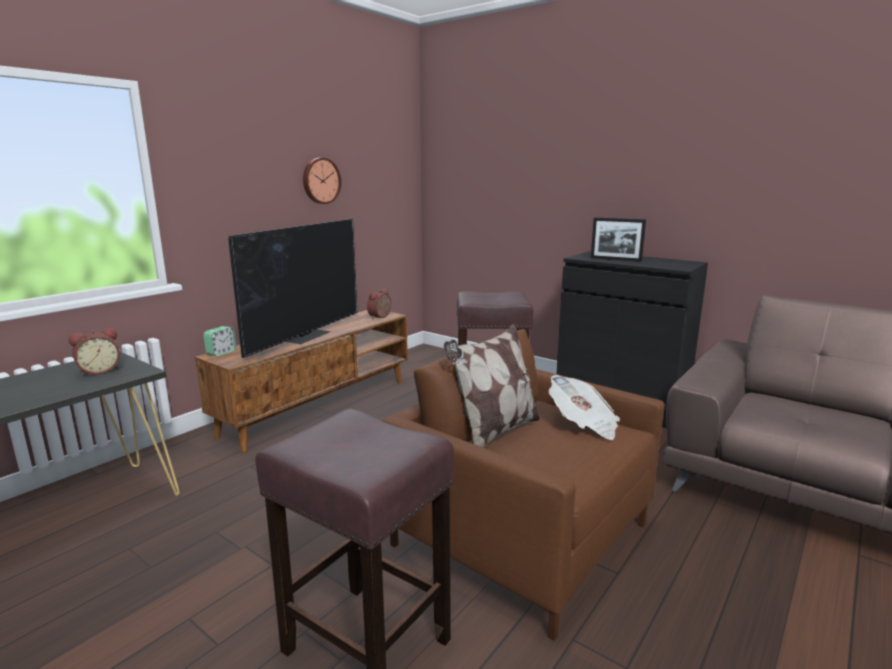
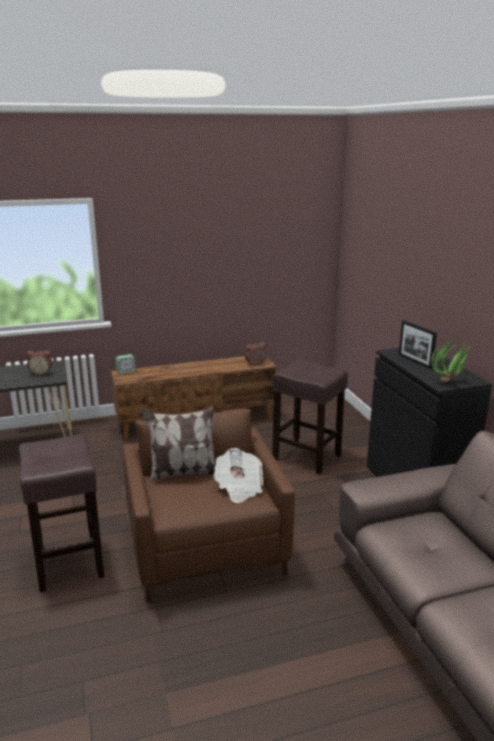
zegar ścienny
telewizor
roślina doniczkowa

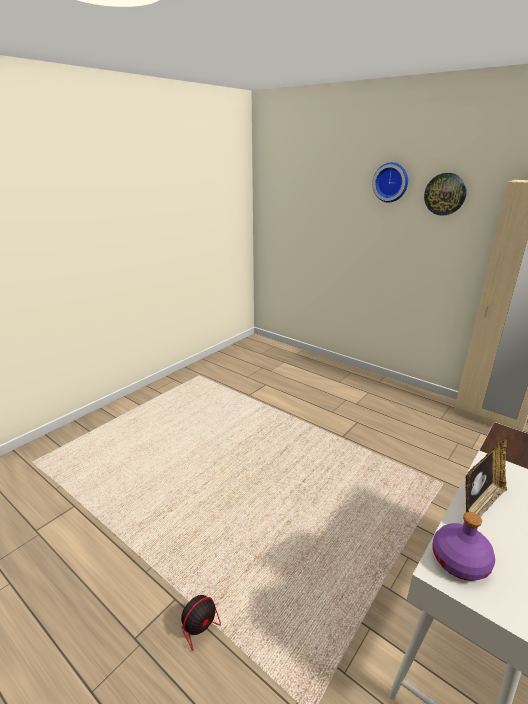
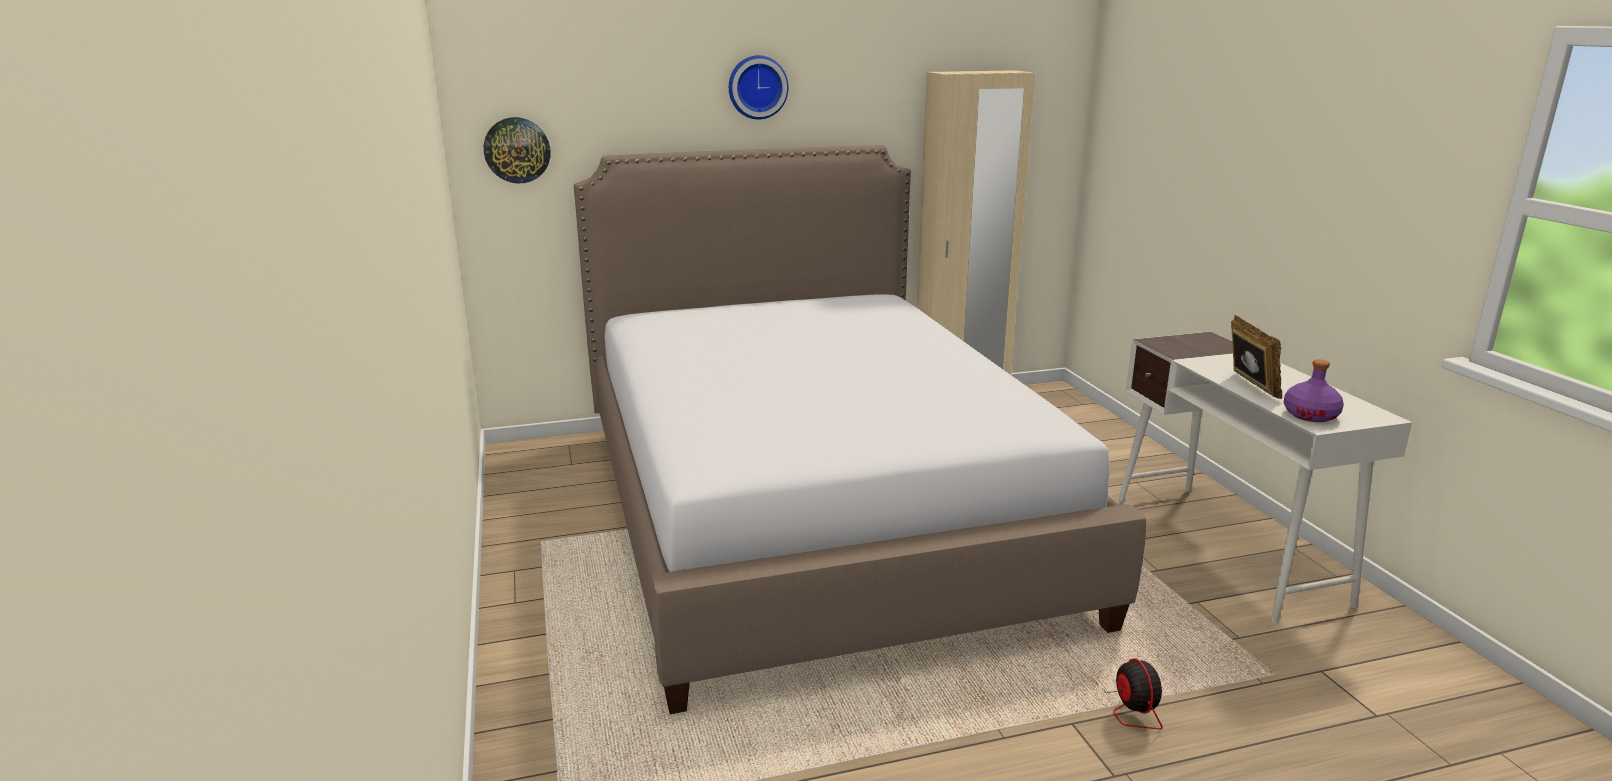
zegar ścienny (no. 1 from left)
łóżko

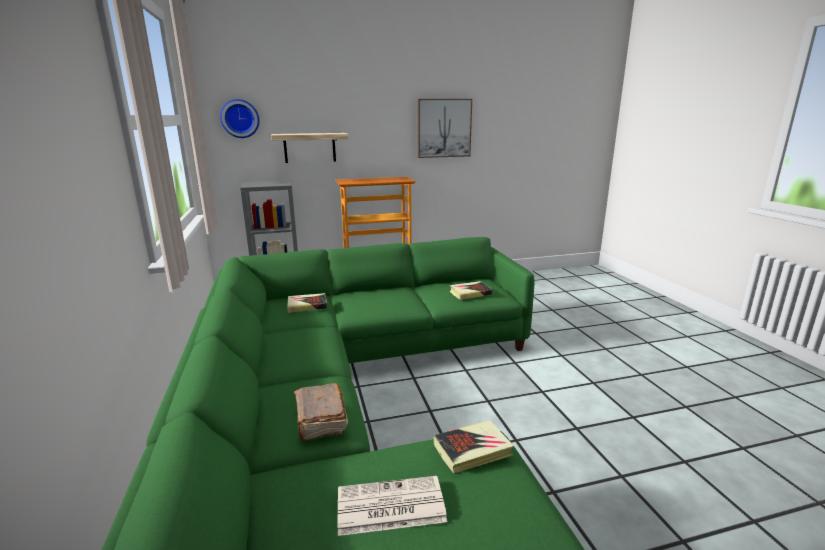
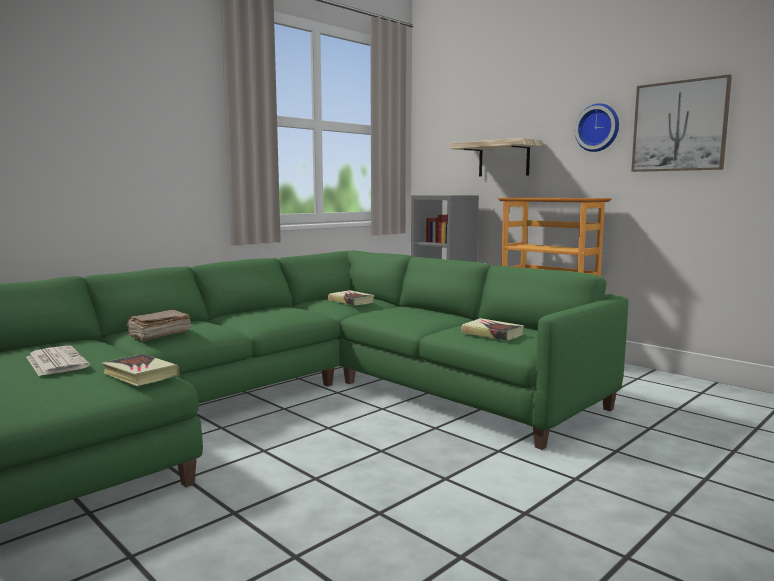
zegar ścienny

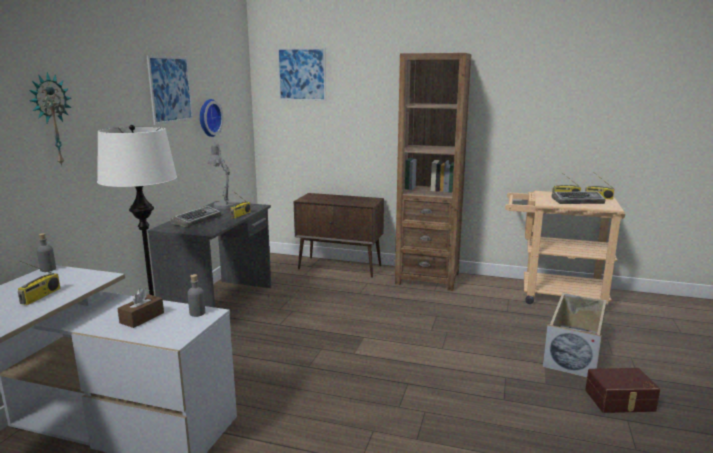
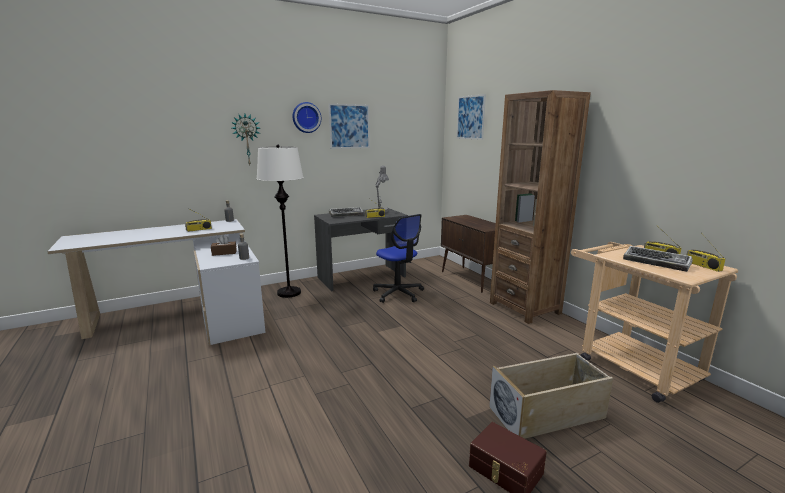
zegar ścienny (no. 2 from left)
krzesło biurowe

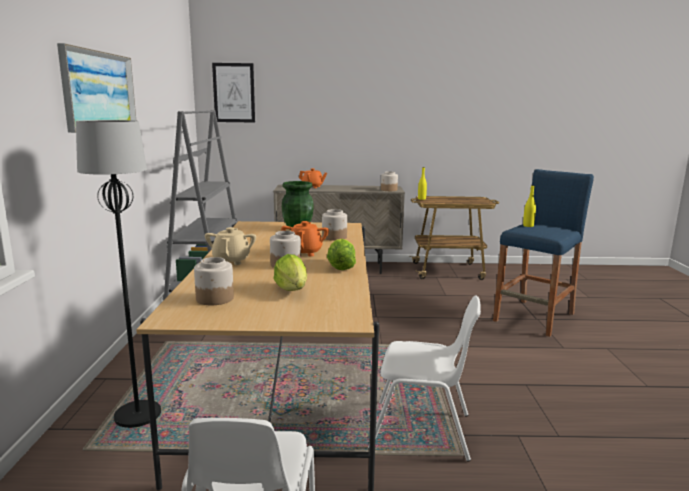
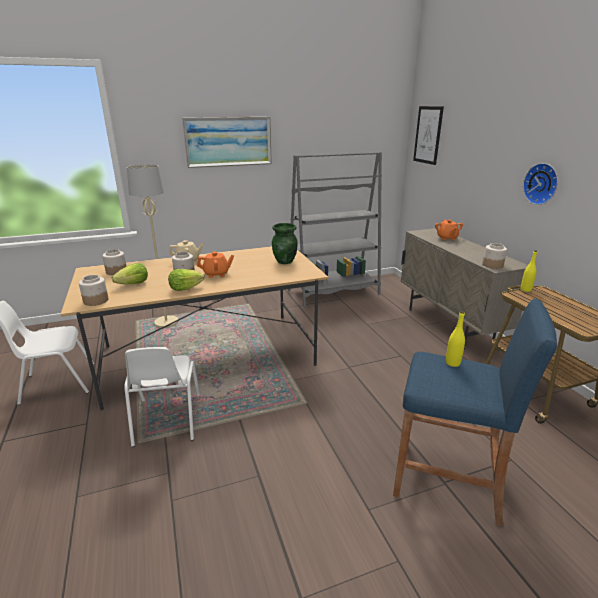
lampa stojąca [beżowy]
słoik (no. 1 from left)
zegar ścienny

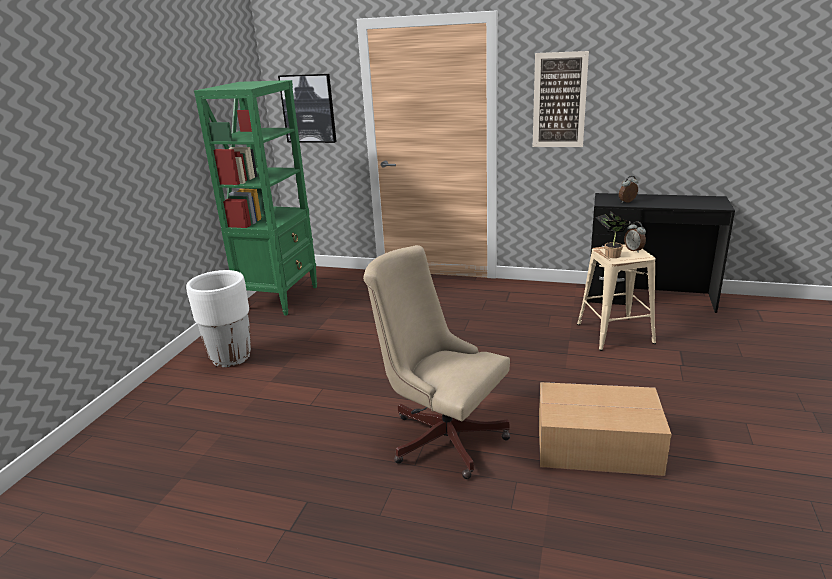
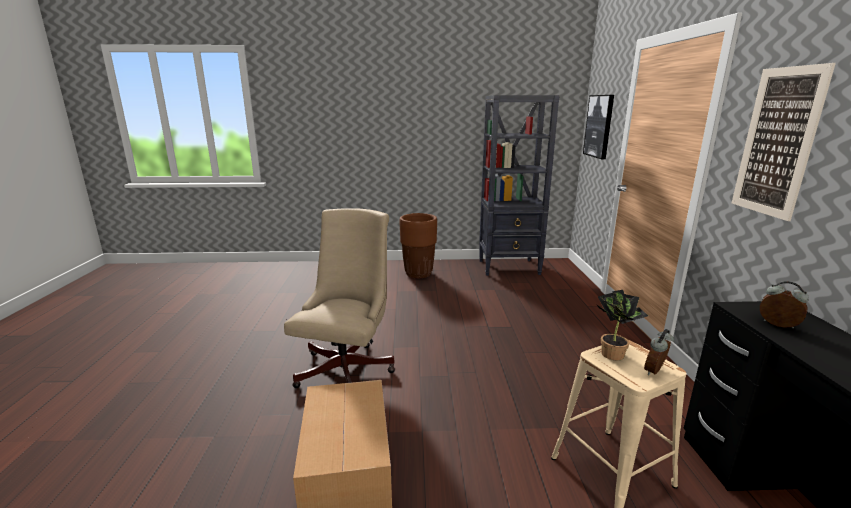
regał [czarny]
donica [brązowy]

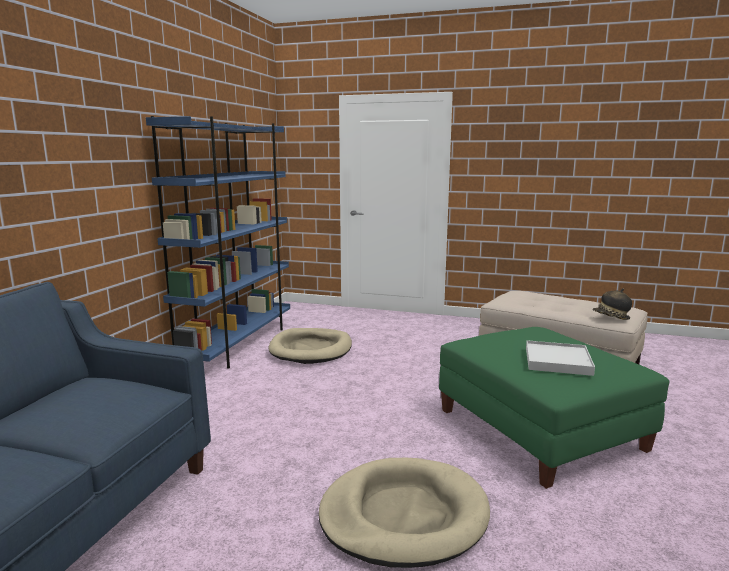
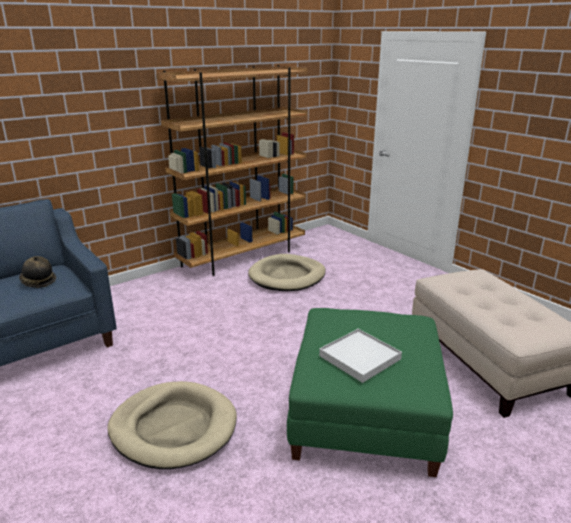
regał [brązowy]
kapelusz

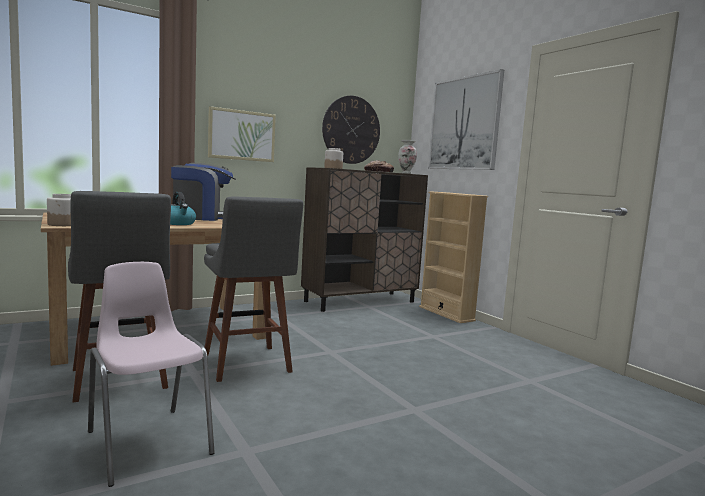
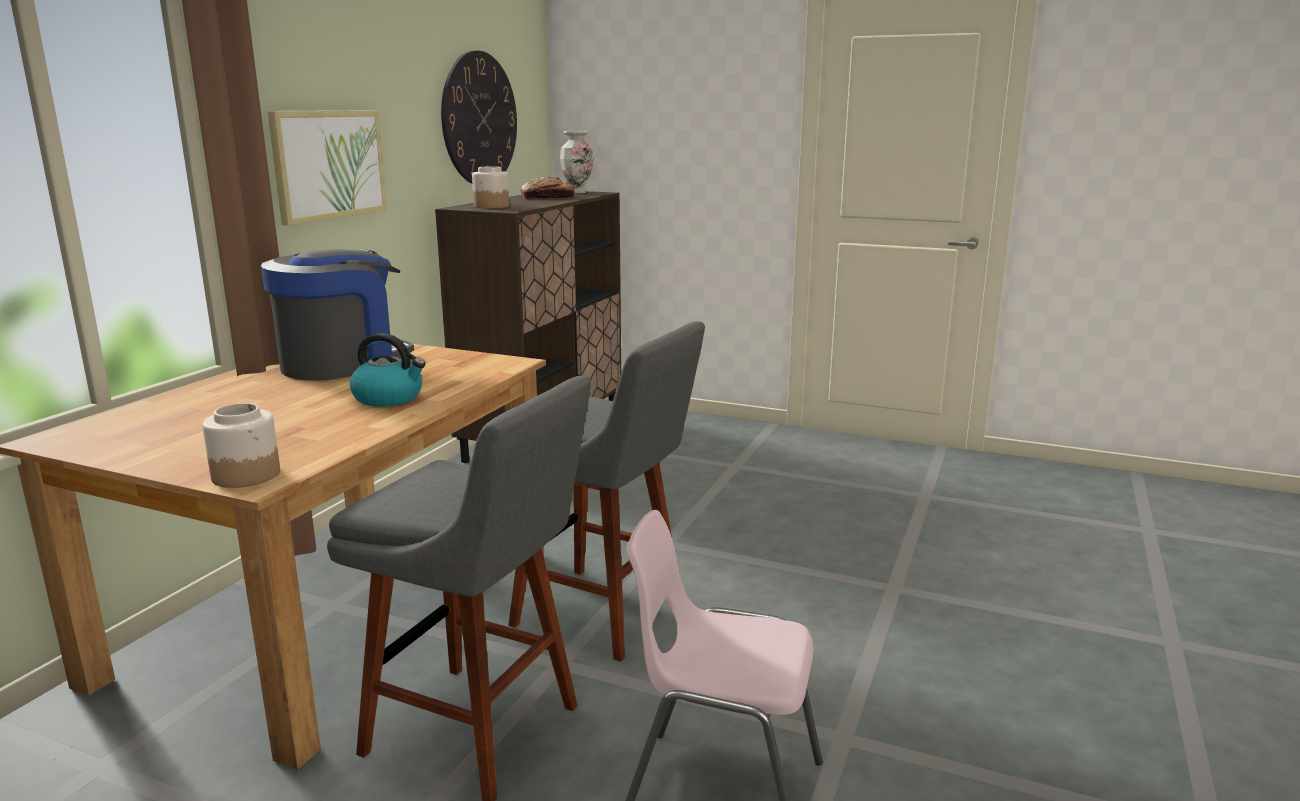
obraz (no. 2 from left in the first image)
regał [beżowy]

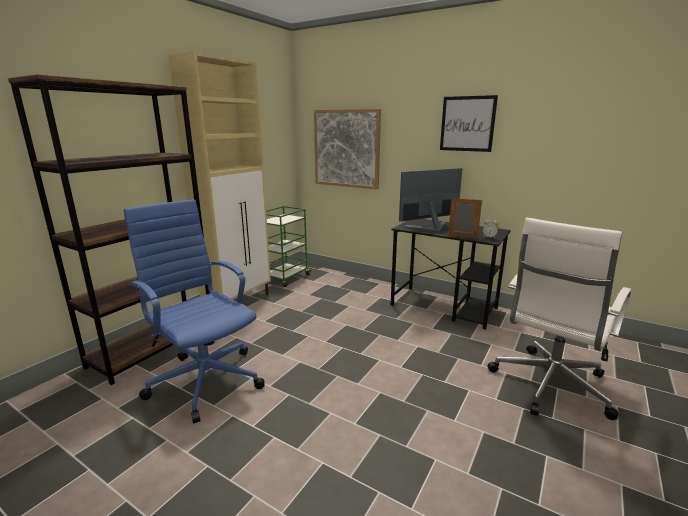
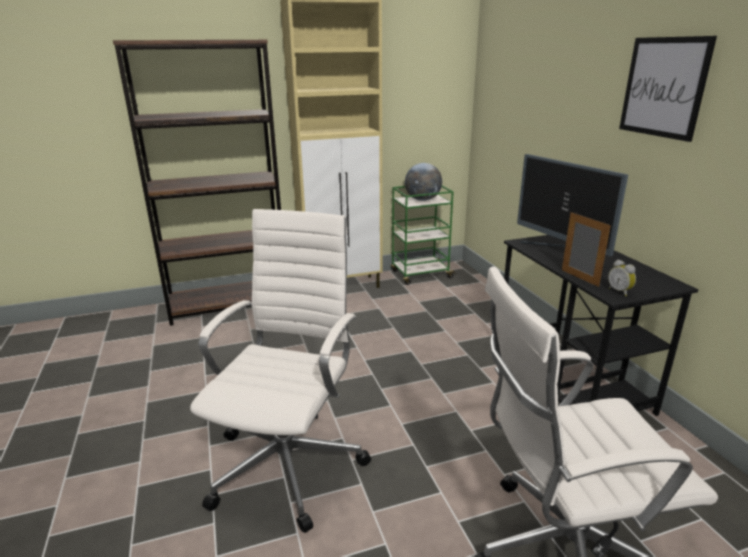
obraz (no. 1 from left in the first image)
monitor
krzesło biurowe [niebieski]
globus
krzesło biurowe [biały] (no. 1 from left)

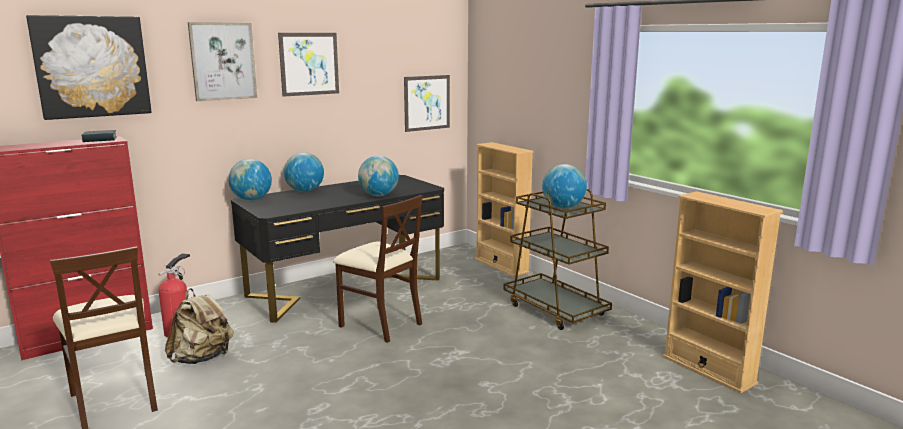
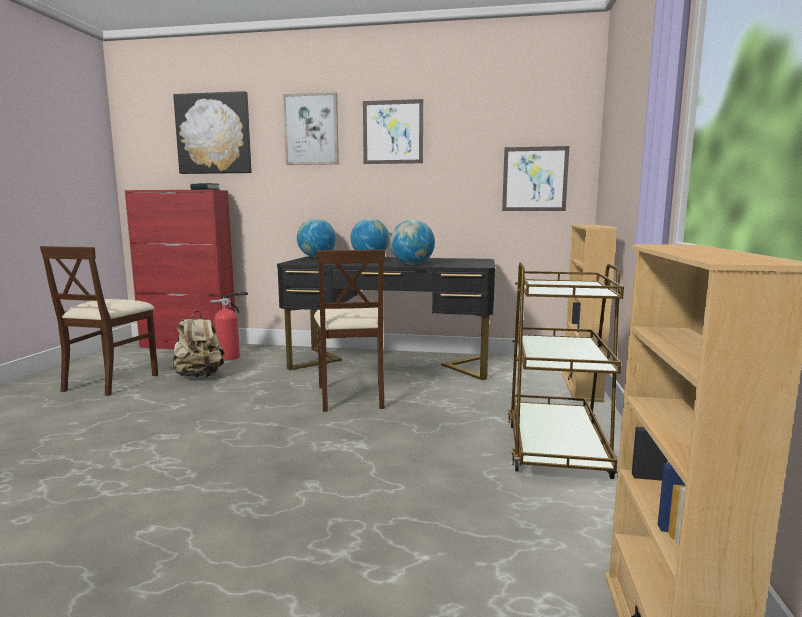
globus (no. 4 from left in the first image)

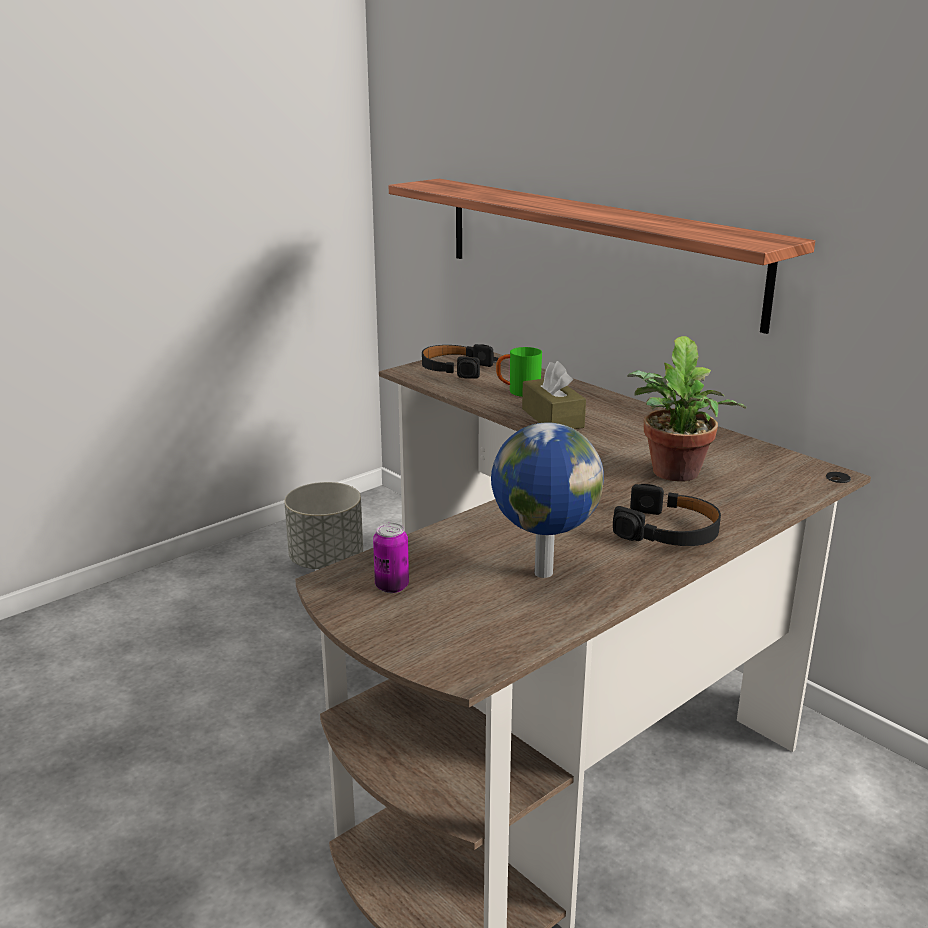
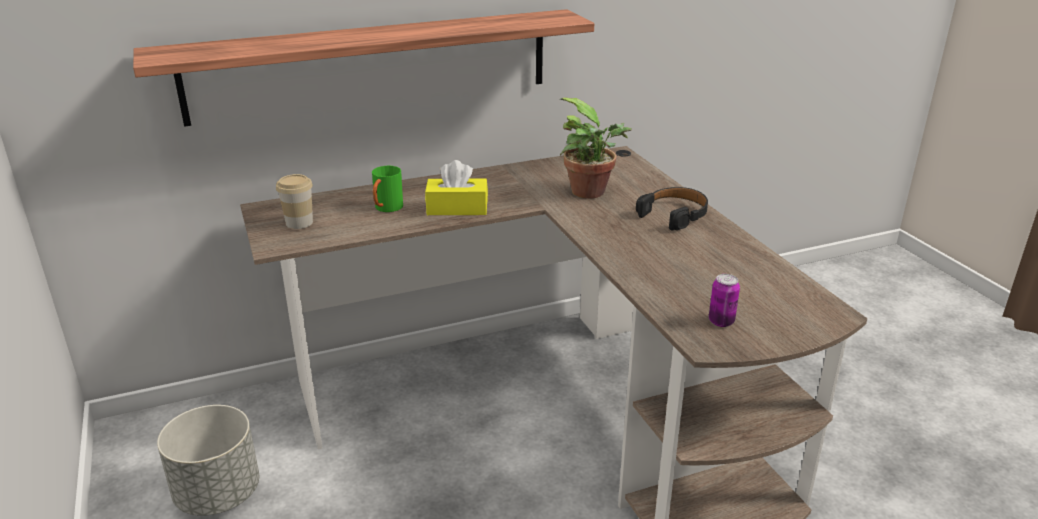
filiżanka
pudełko chusteczek [żółty]
globus

